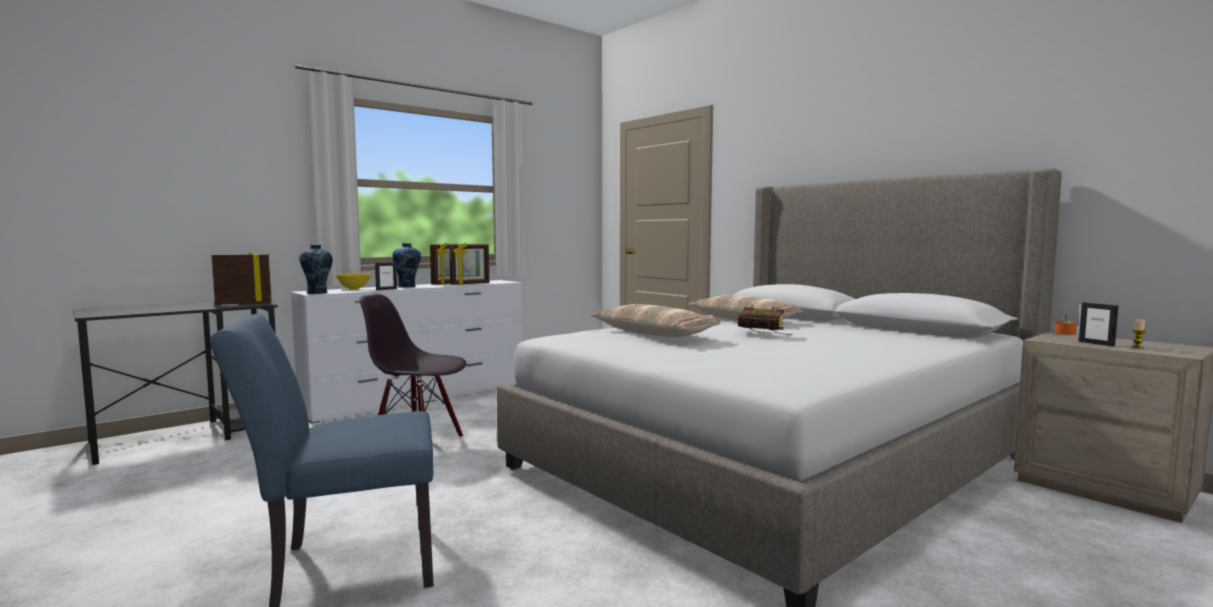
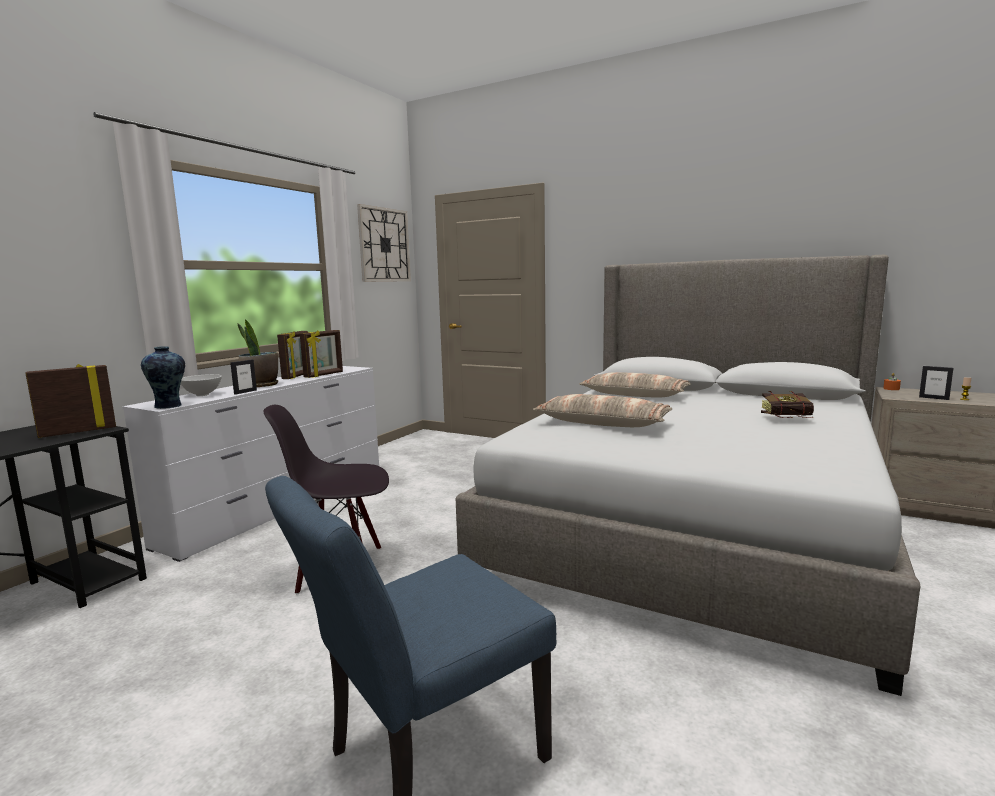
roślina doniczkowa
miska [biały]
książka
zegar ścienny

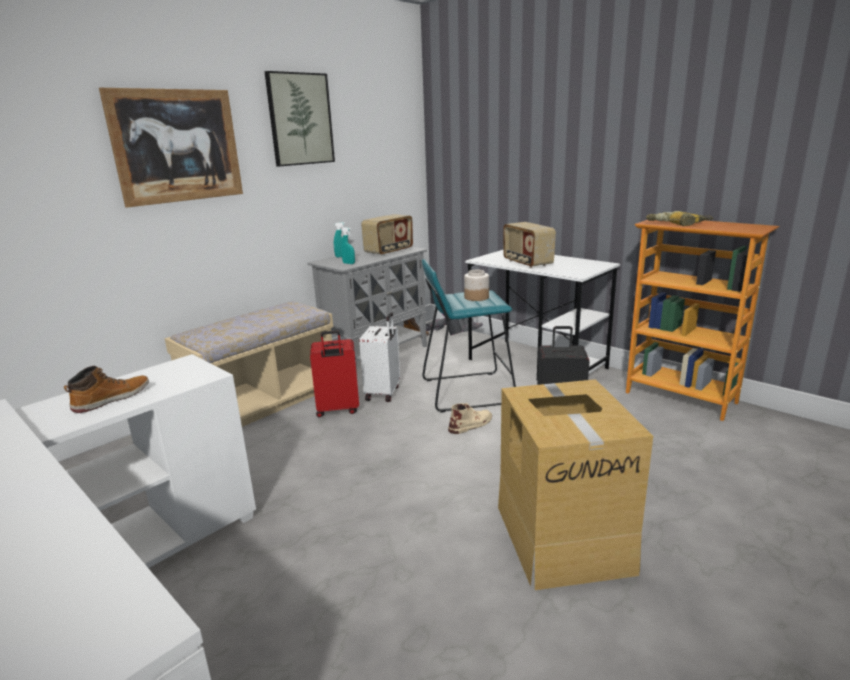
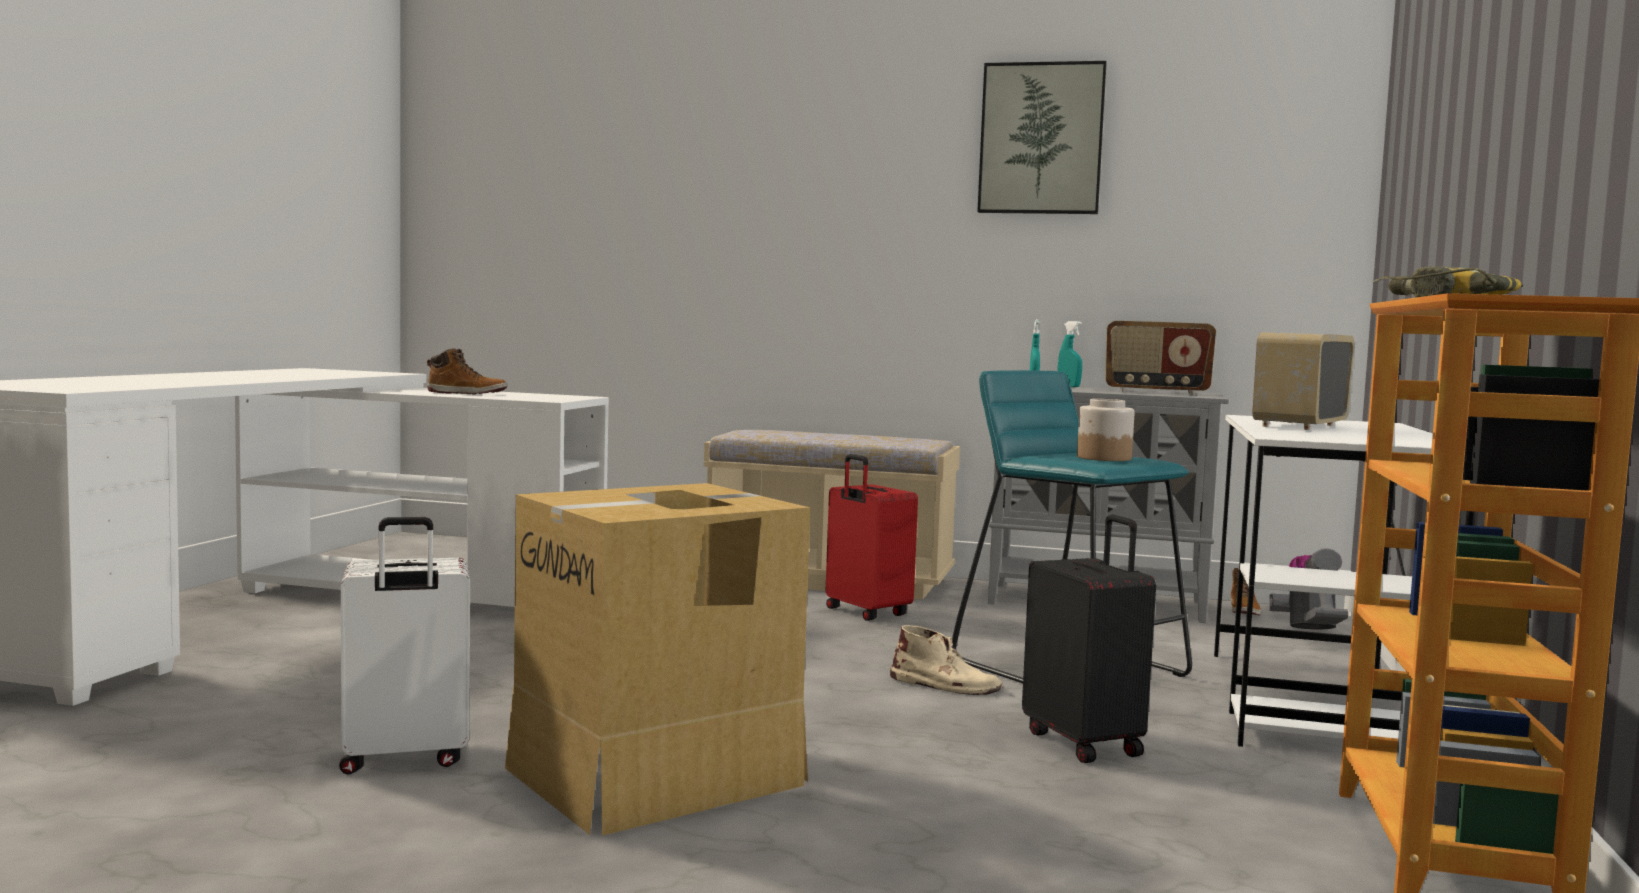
obraz (no. 1 from left in the first image)
walizka [biały]

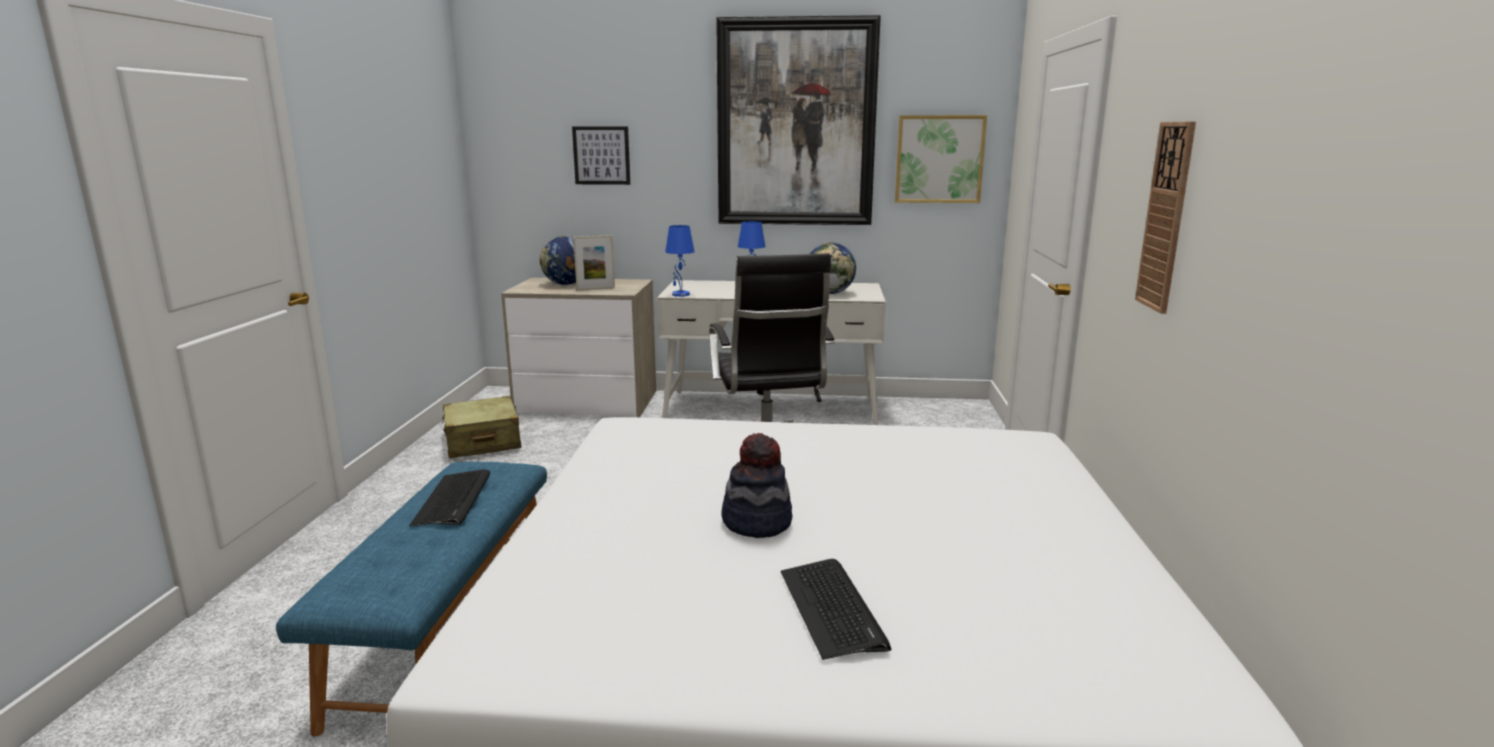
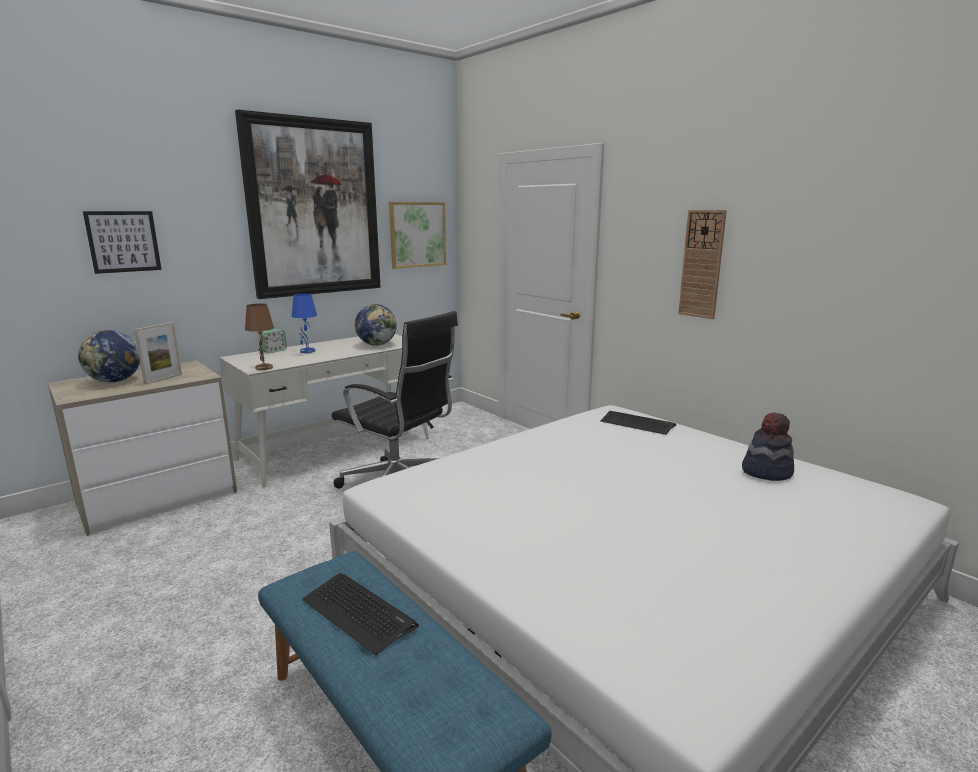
lampa stołowa [brązowy]
walizka [beżowy]
kapelusz
klawiatura (no. 2 from left)
budzik

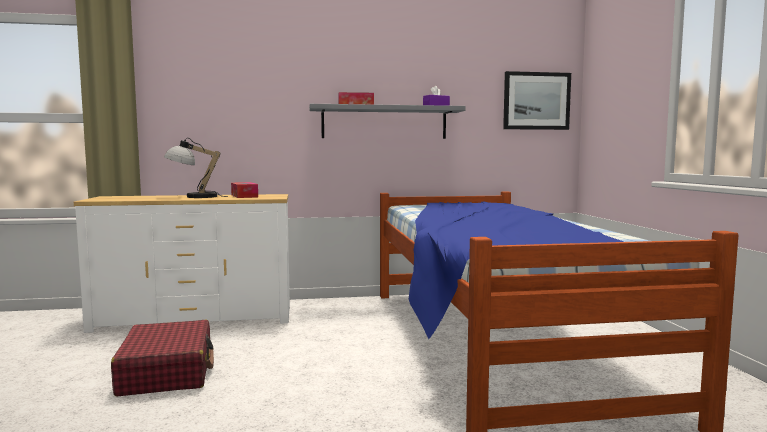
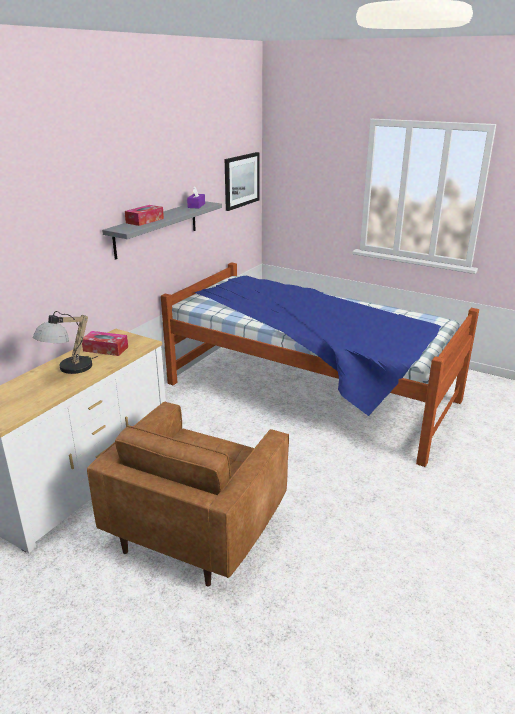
fotel [brązowy]

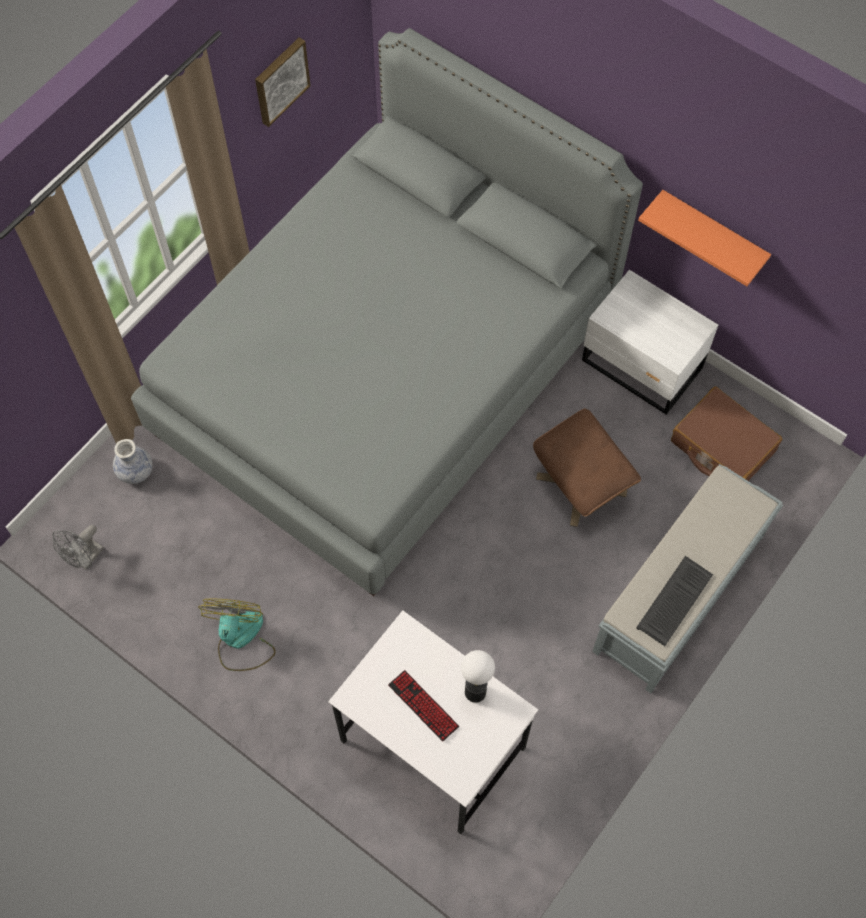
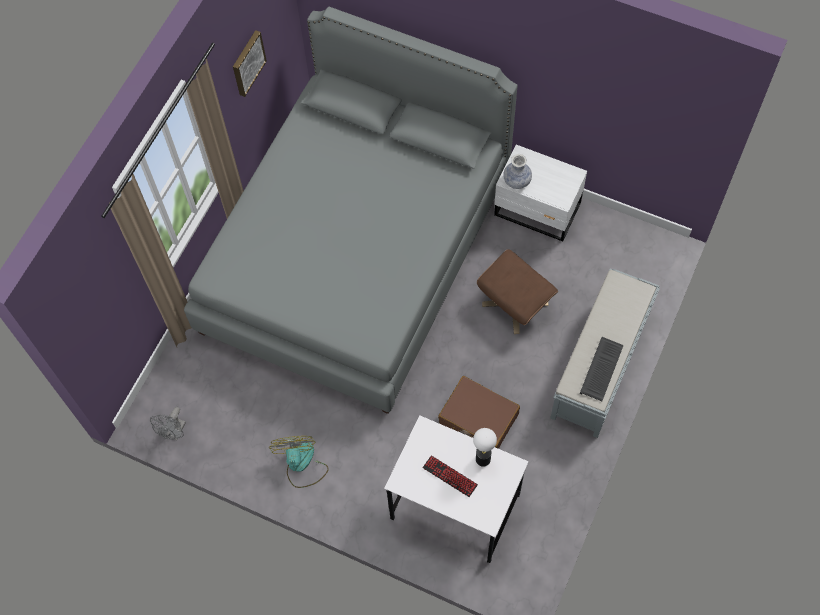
półka [pomarańczowy]
walizka [brązowy]
wazon

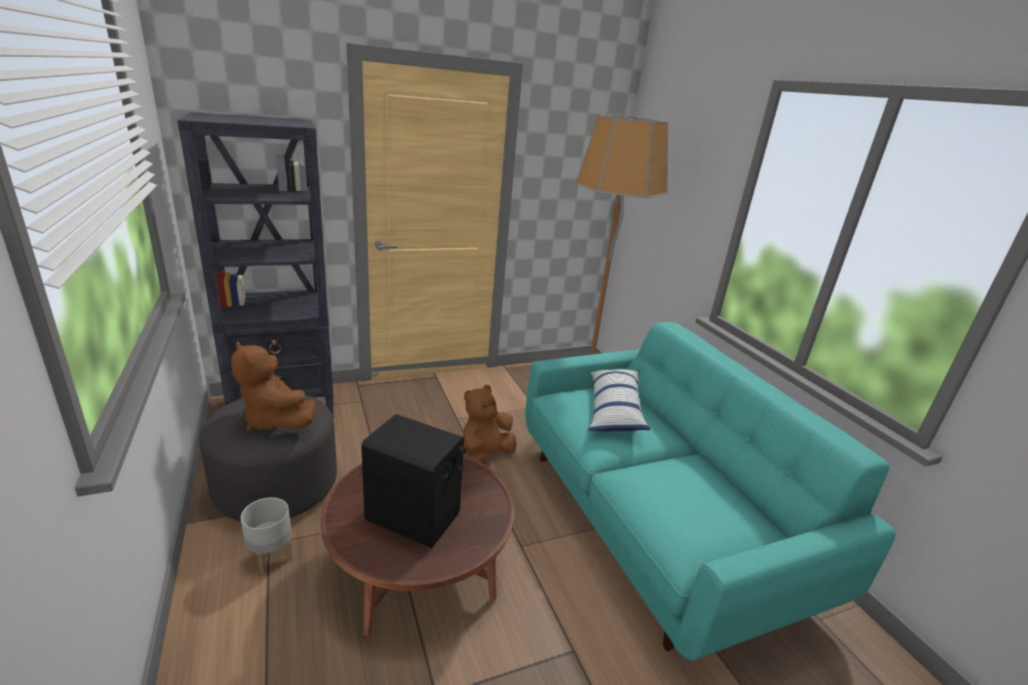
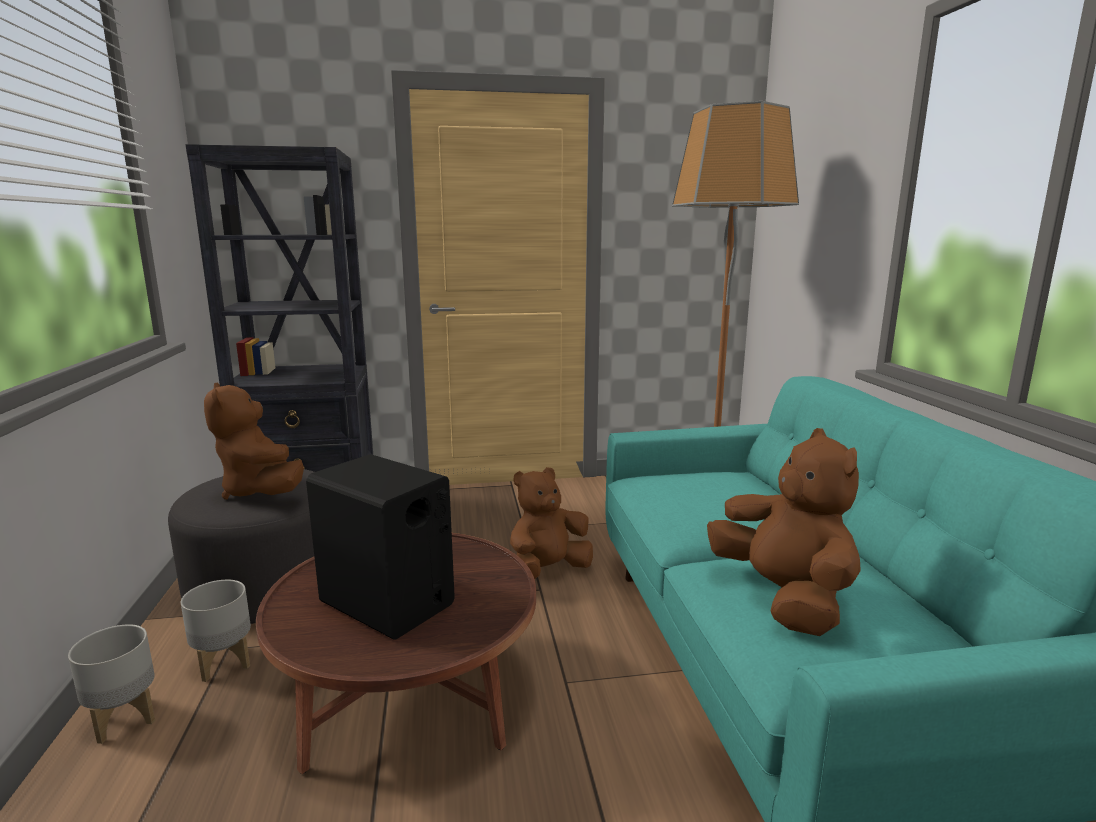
poduszka
pluszak [brązowy] (no. 3 from left)
donica [szary] (no. 1 from left)

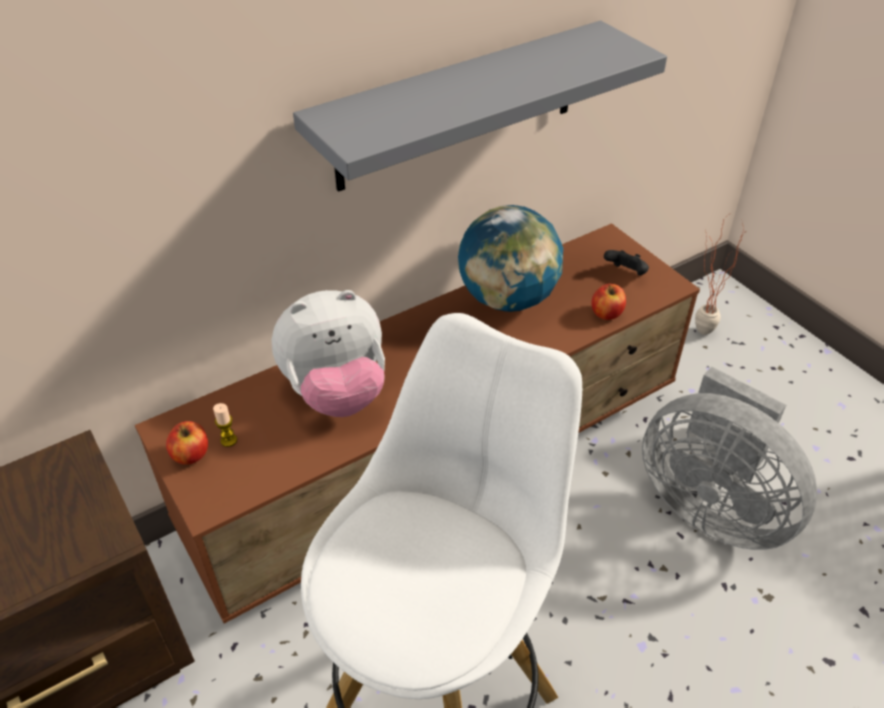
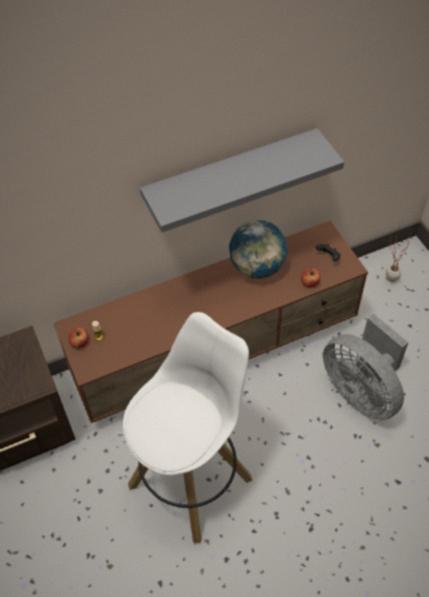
pluszak

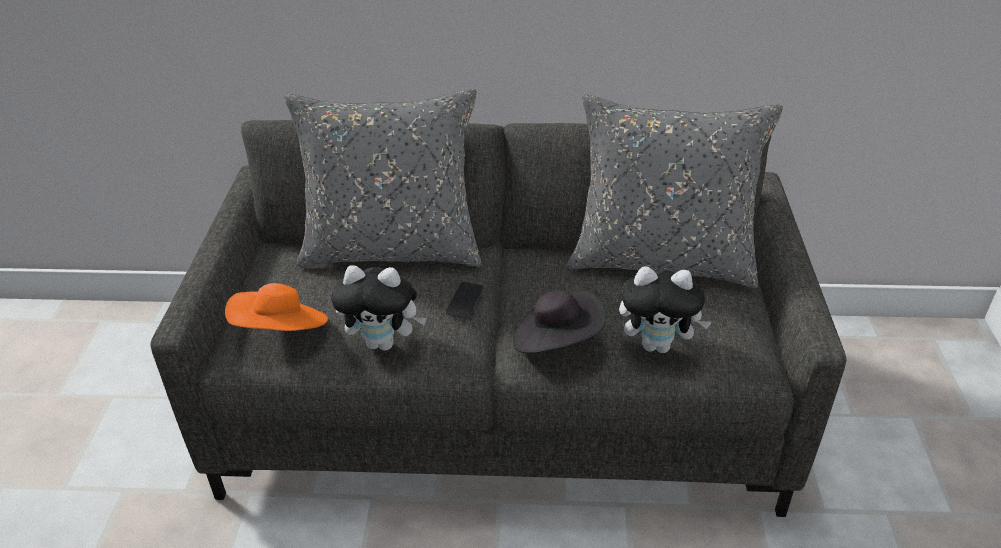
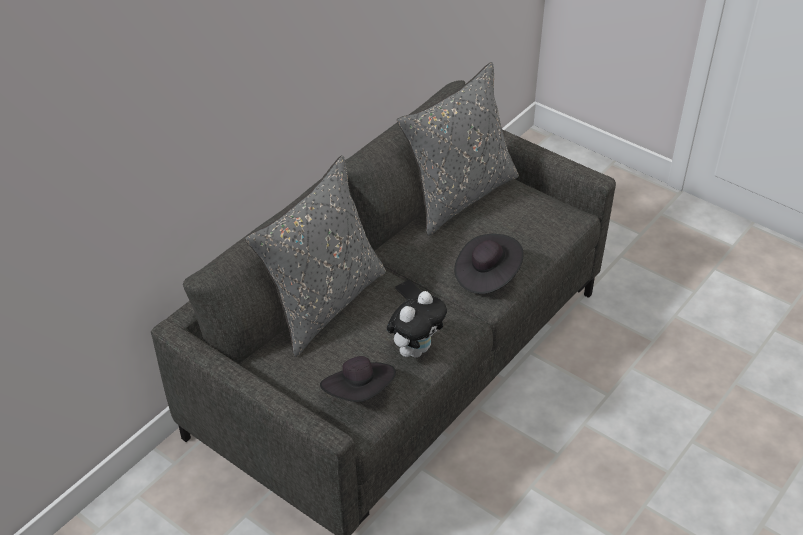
pluszak (no. 2 from left in the first image)
kapelusz [czarny] (no. 1 from left)

